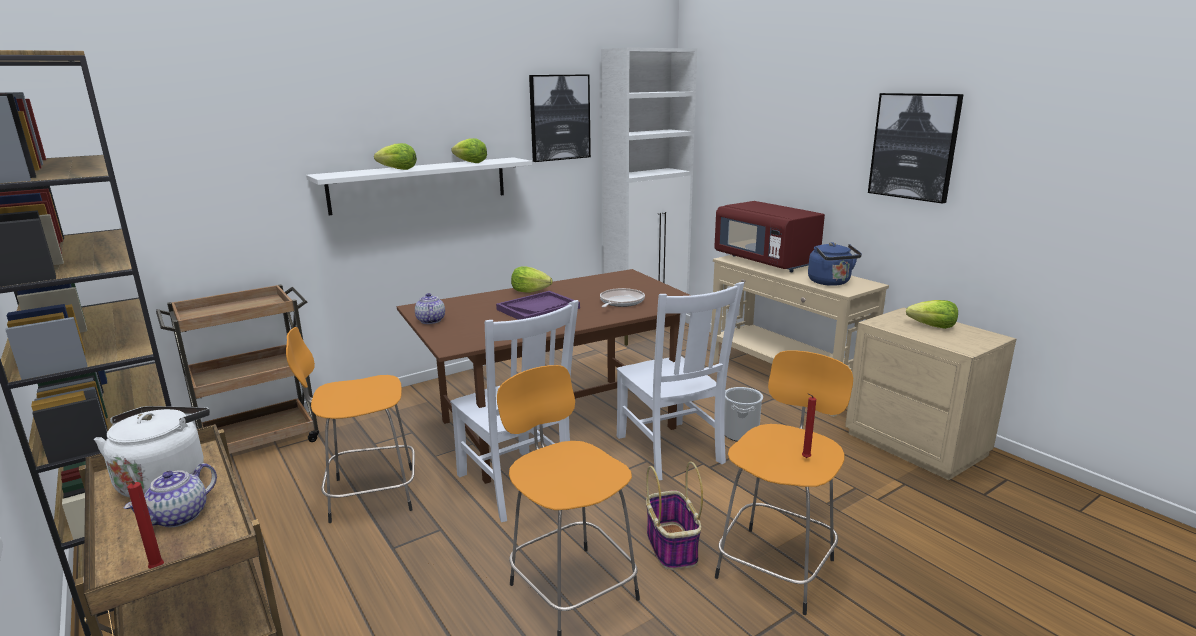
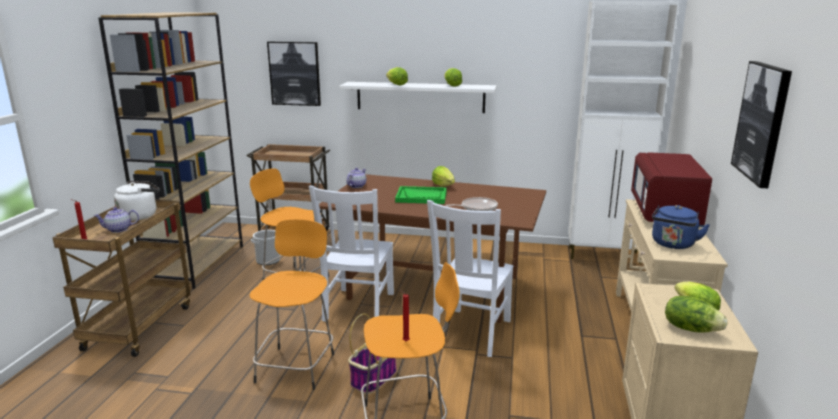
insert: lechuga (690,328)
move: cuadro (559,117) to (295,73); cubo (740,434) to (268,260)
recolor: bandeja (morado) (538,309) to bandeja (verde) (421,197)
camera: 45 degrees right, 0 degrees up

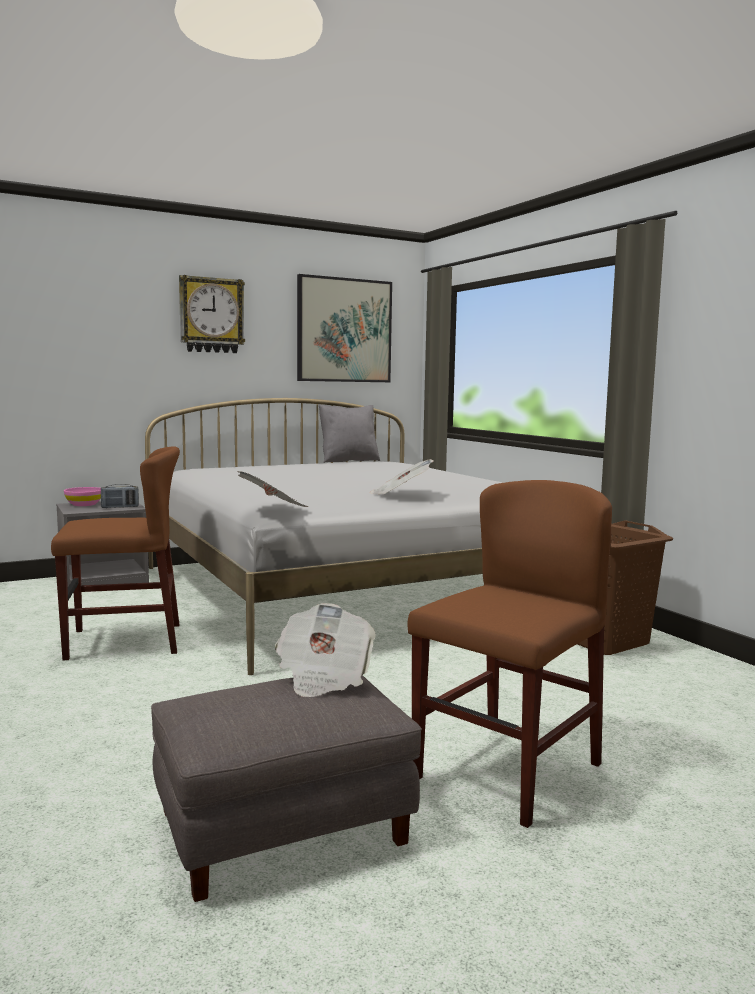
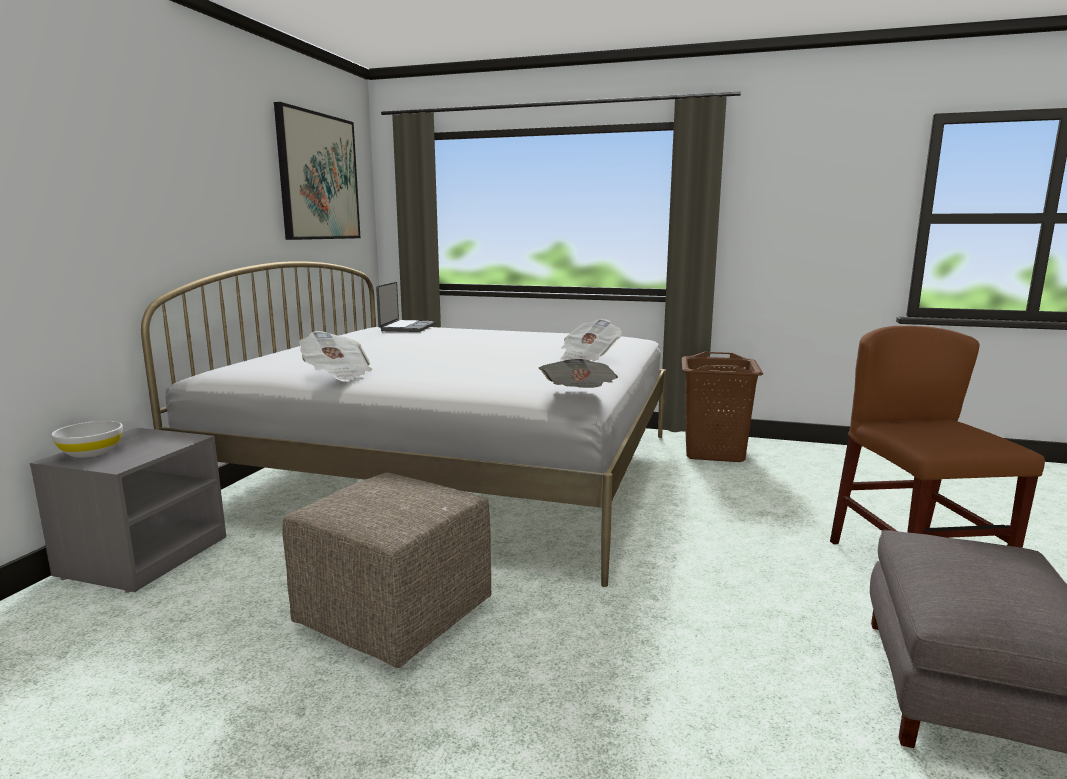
delete: radio (120,507); reloj de pared (211,315); cojín (gris) (348,461)
insert: portátil (406,327)
move: periódico (324,676) to (337,374)
replace: silla (marrón) (124,641) to puf (beis) (397,616)
recolor: cuenco (rosa) (84,504) to cuenco (blanco) (92,452)
camera: 45 degrees left, 5 degrees up

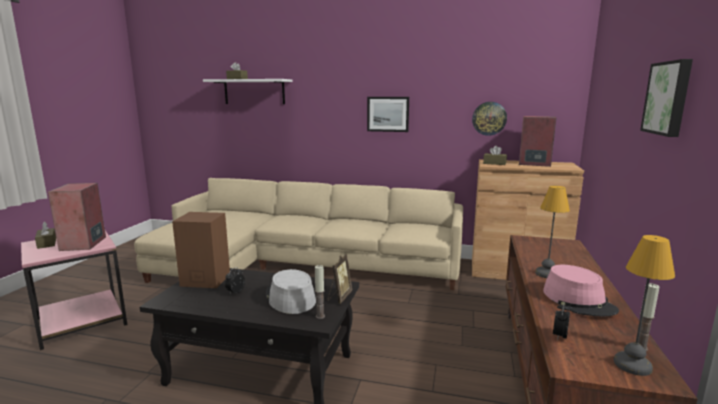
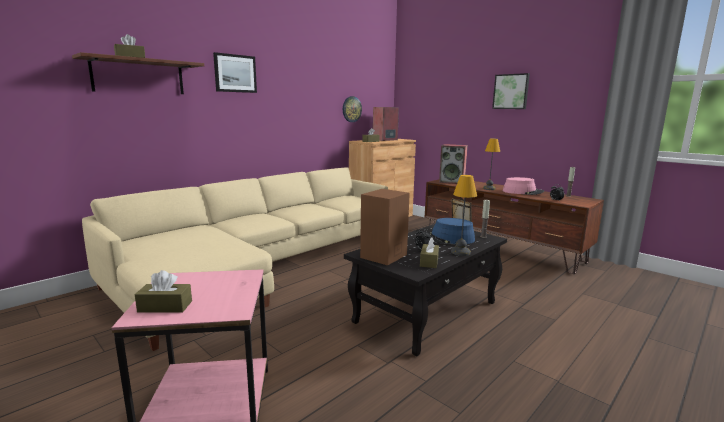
insert: caja de pañuelos (marrón) (429,261)
move: altavoz (83,244) to (452,182); cuadro (388,114) to (235,73); lámpara de mesa (633,365) to (460,252)
recolor: estante (blanco) (254,91) to estante (marrón) (139,76); sombrero (gris) (290,297) to sombrero (azul) (447,239)
camera: 60 degrees left, 0 degrees up

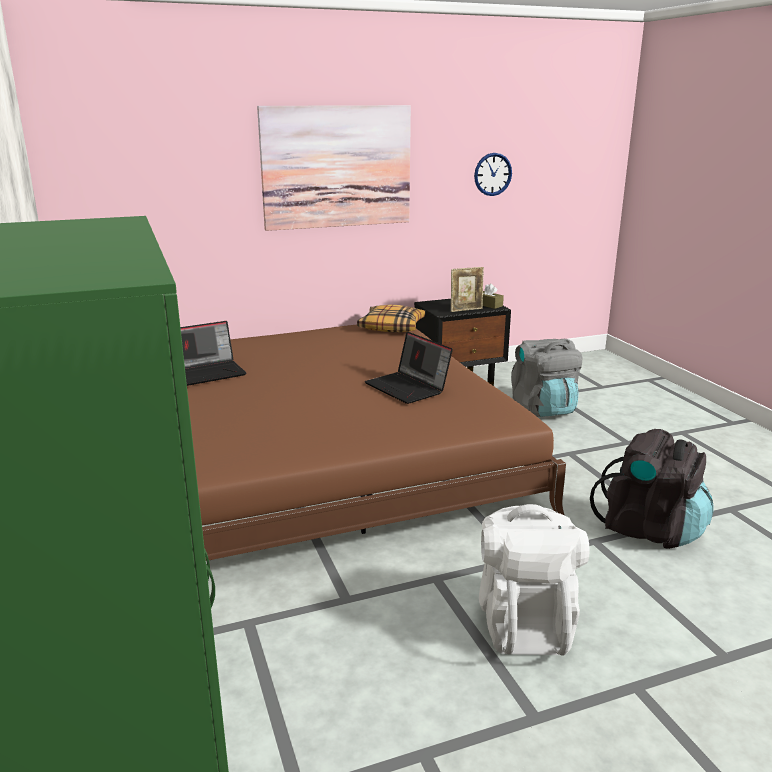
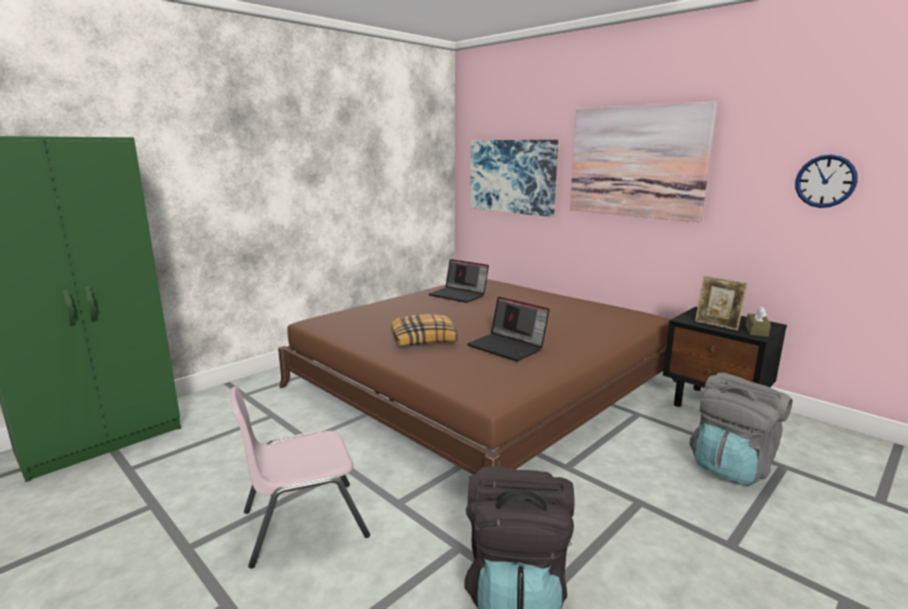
insert: cuadro (512,176)
move: cojín (392,327) to (424,339)
replace: mochila (blanco) (524,622) to silla (rosa) (303,523)
rotate: portátil (408,388) = (508,347) 75 degrees counterclockwise
camera: 65 degrees right, 5 degrees down

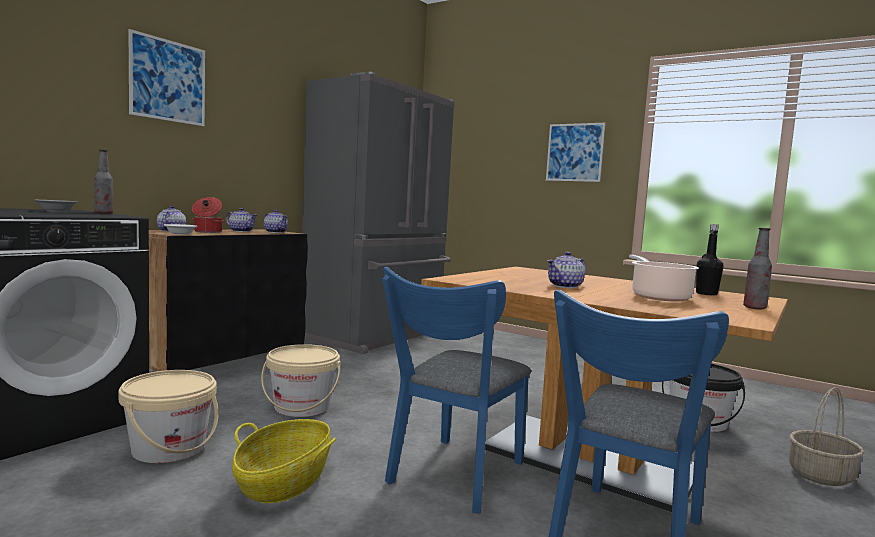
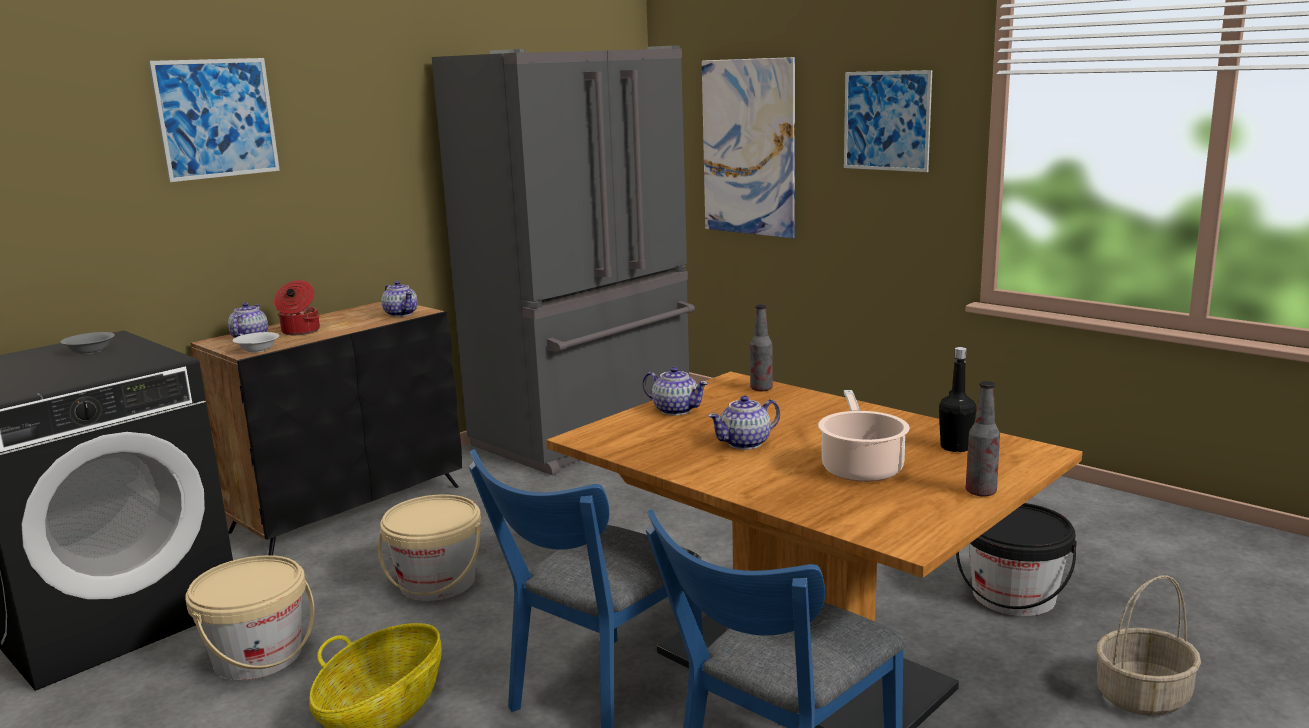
insert: cuadro (748,148)
move: botella (104,213) to (761,389); tetera (241,231) to (675,410)
camera: 10 degrees right, 10 degrees up

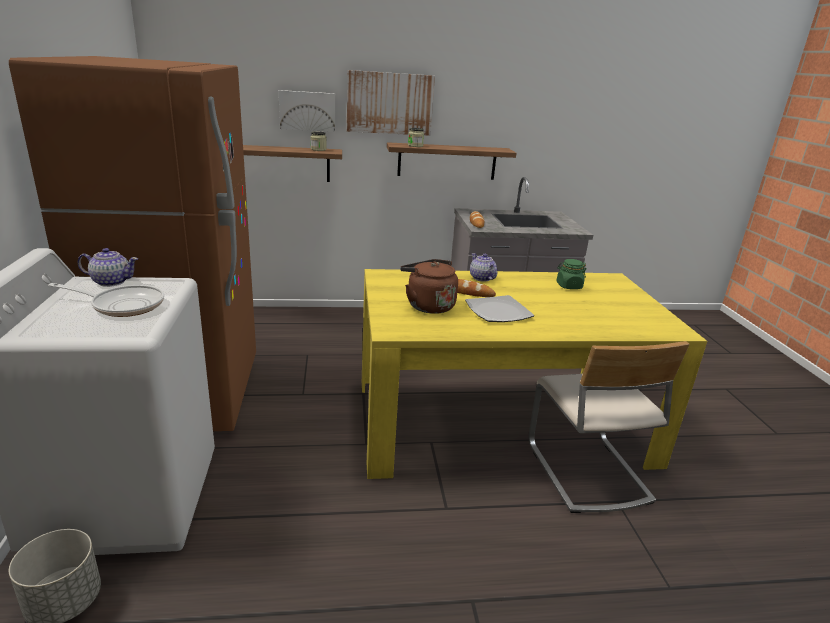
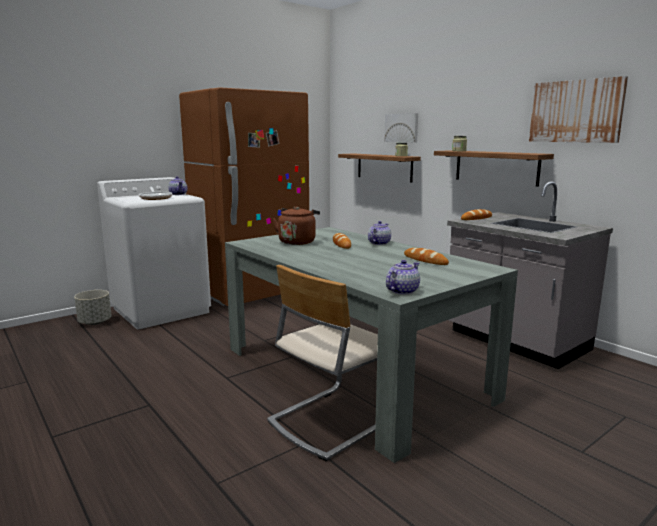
delete: plato (498,311)
insert: tetera (401,291)
move: cuadro (389,103) to (575,111)
replace: tarro (verde) (568,286) to pan (425,260)
recolor: mesa de comedor (amarillo) (499,421) to mesa de comedor (gris) (352,372)
camera: 60 degrees right, 10 degrees down

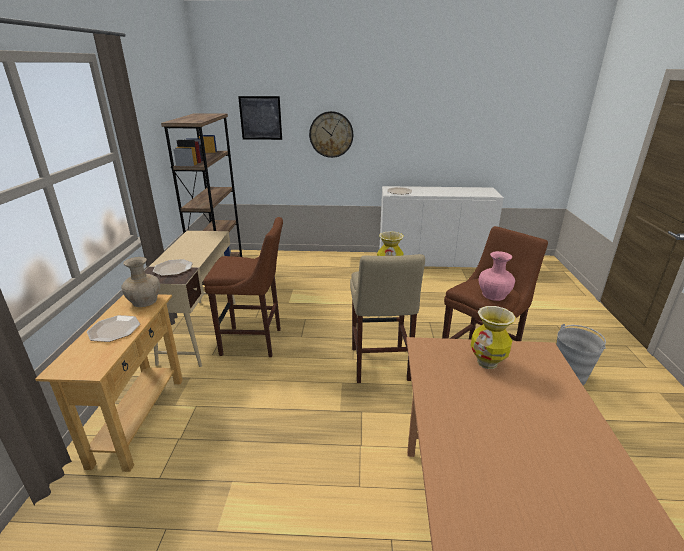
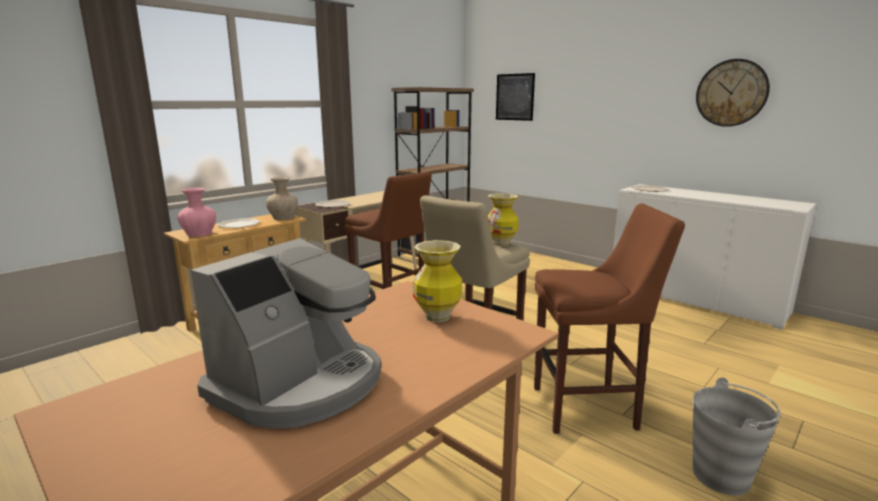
insert: cafetera (300,384)
move: reloj de pared (331,134) to (731,93); florero (rosa) (493,295) to (199,233)
camera: 40 degrees right, 10 degrees down

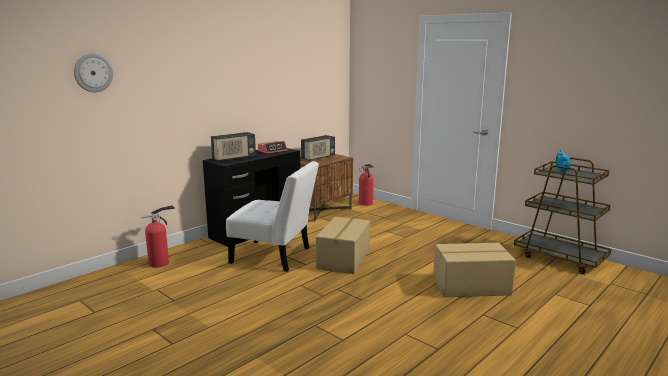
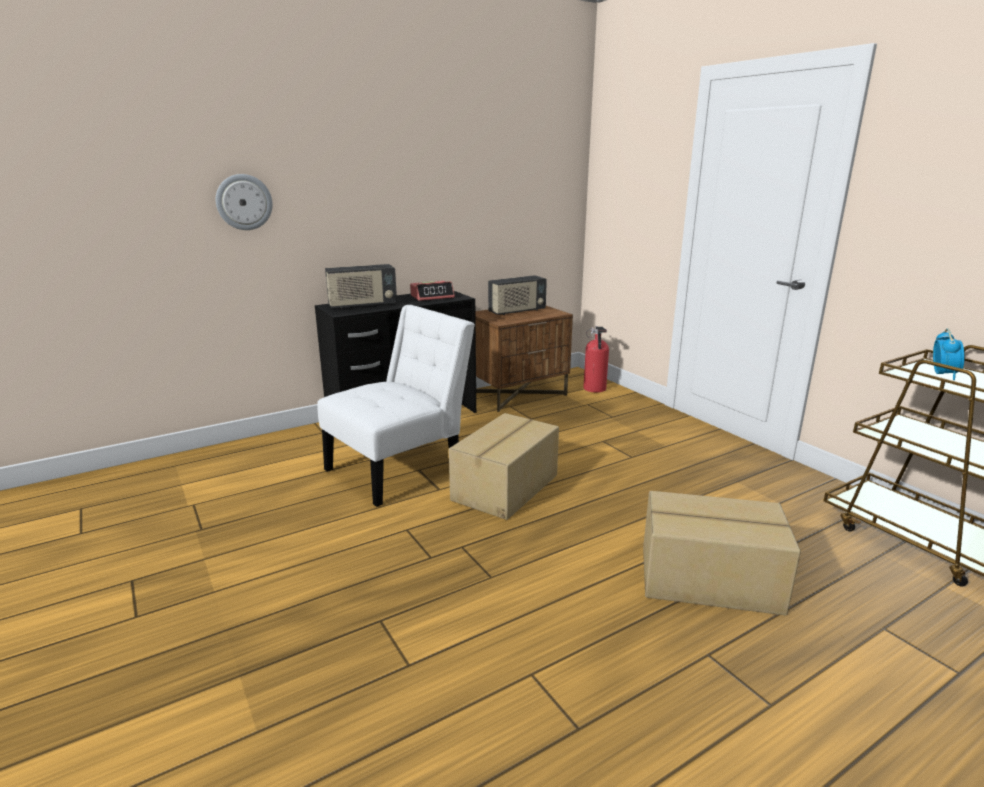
delete: extintor (161,263)
move: reloj de pared (93,73) to (244,202)
rotate: silla (blanco) (275,256) = (400,468) 75 degrees counterclockwise
camera: 15 degrees right, 5 degrees up

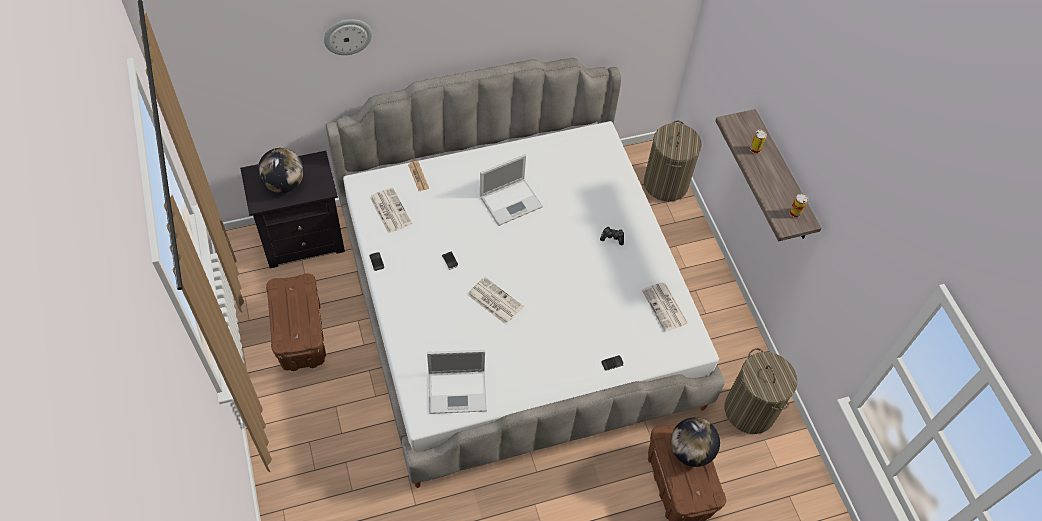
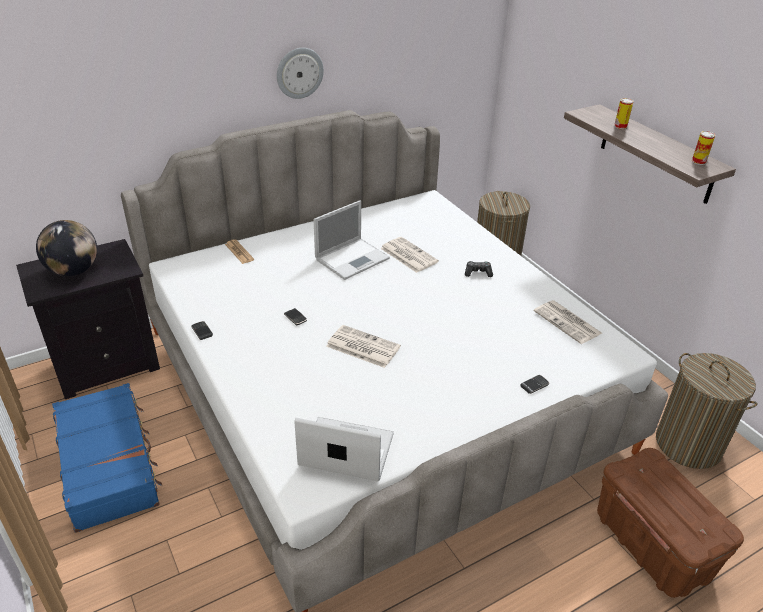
delete: globo terráqueo (690,451)
move: reloj de pared (347,36) to (299,73); periódico (390,210) to (407,255)
replace: caja de almacenaje (marrón) (300,335) to maleta (azul) (109,464)
rotate: portátil (458,391) = (344,450) 150 degrees counterclockwise
camera: 10 degrees left, 20 degrees down

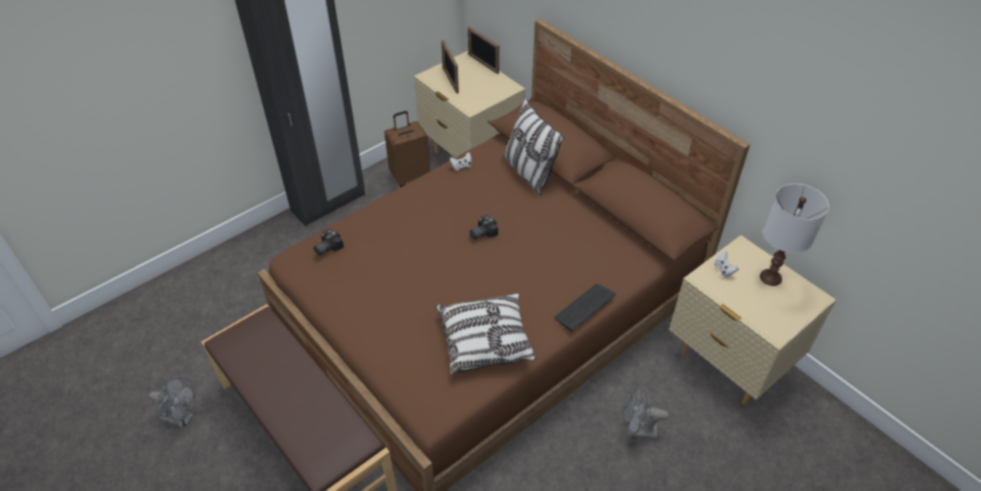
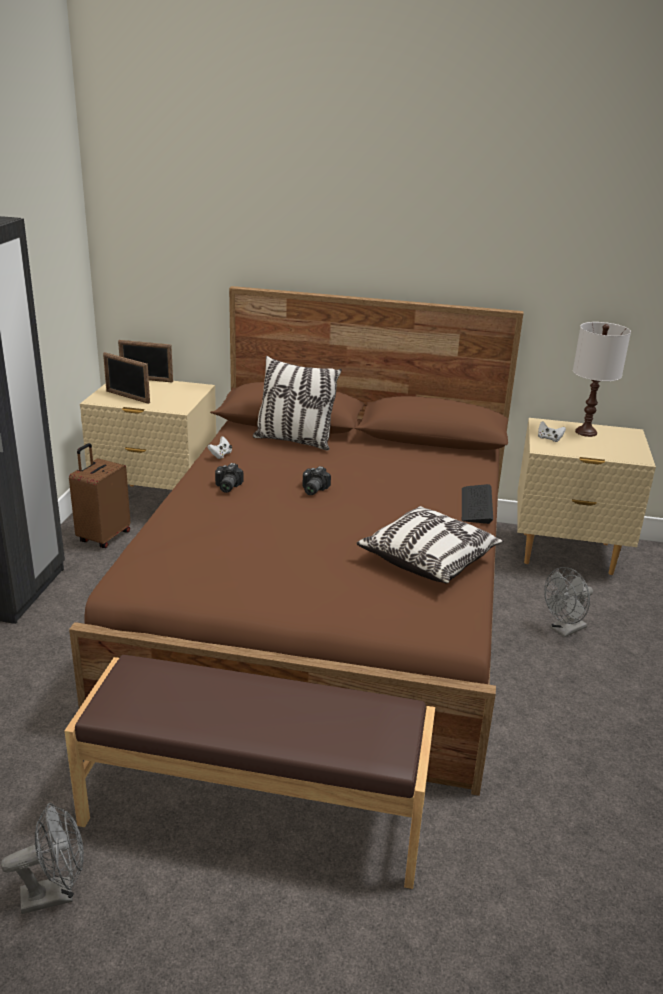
move: cámara (327,247) to (226,487)
camera: 40 degrees left, 20 degrees down

